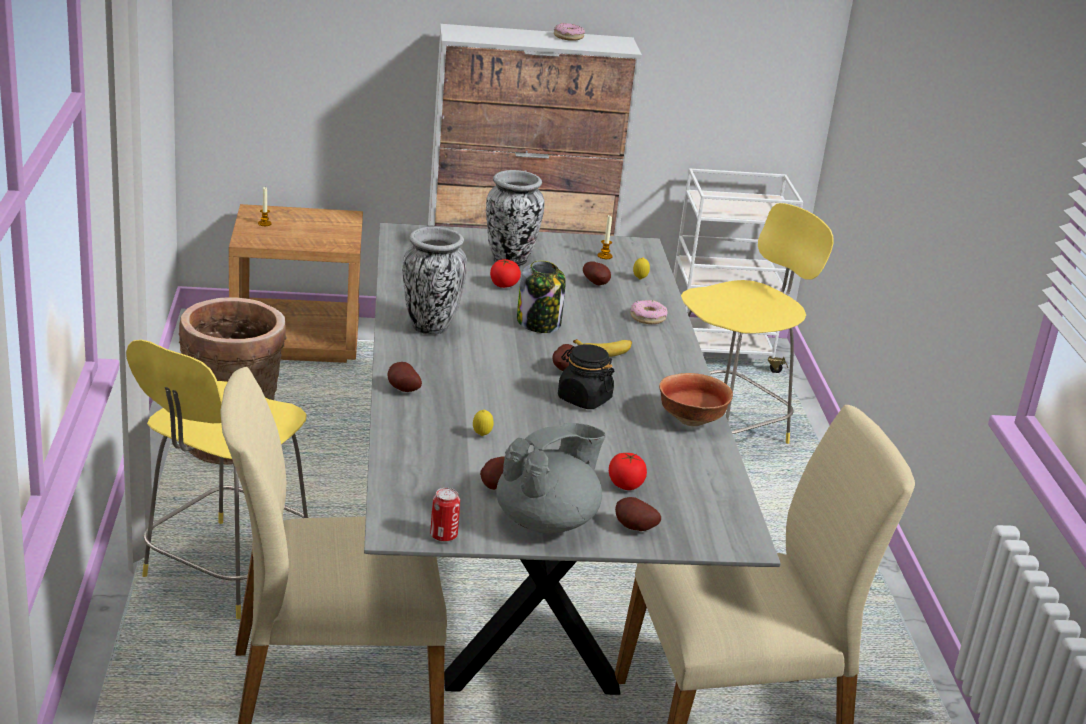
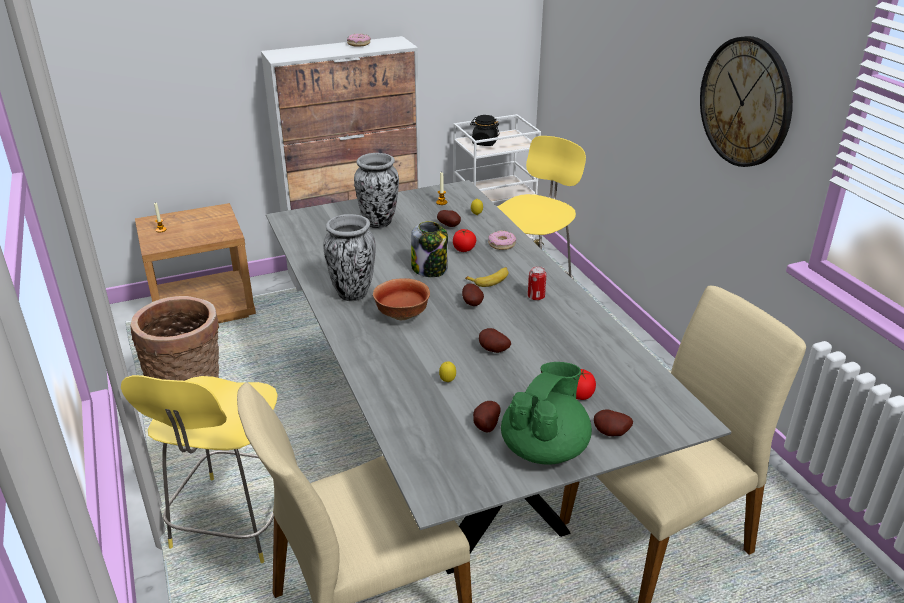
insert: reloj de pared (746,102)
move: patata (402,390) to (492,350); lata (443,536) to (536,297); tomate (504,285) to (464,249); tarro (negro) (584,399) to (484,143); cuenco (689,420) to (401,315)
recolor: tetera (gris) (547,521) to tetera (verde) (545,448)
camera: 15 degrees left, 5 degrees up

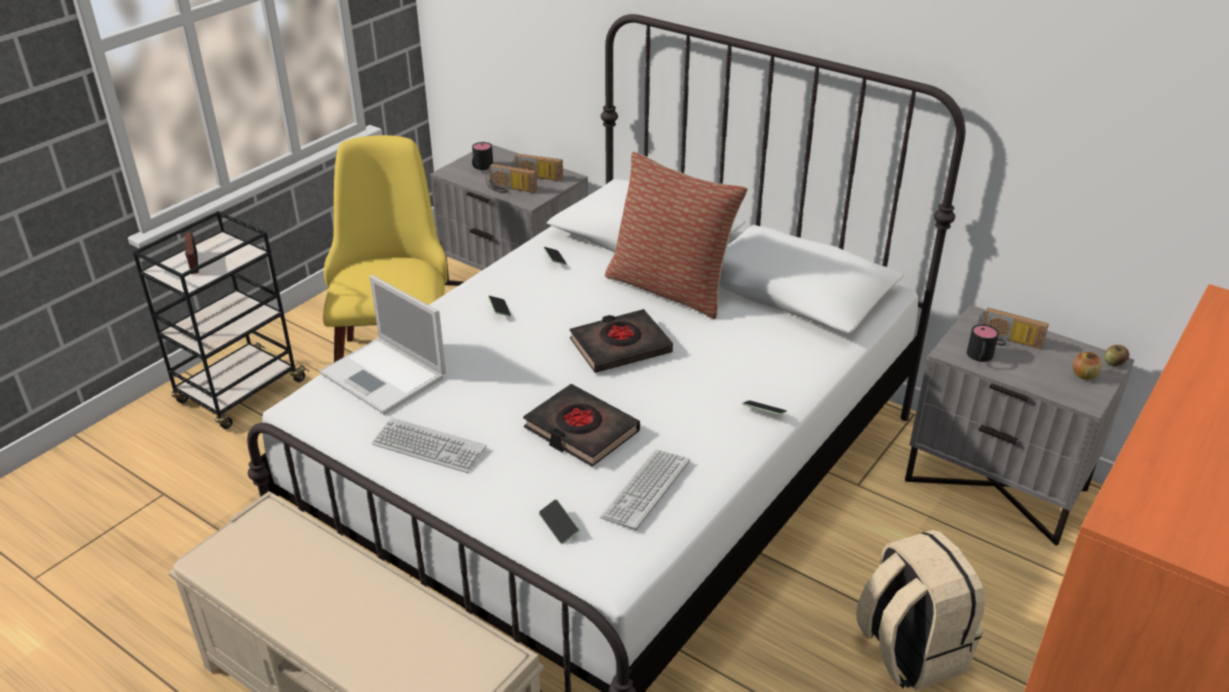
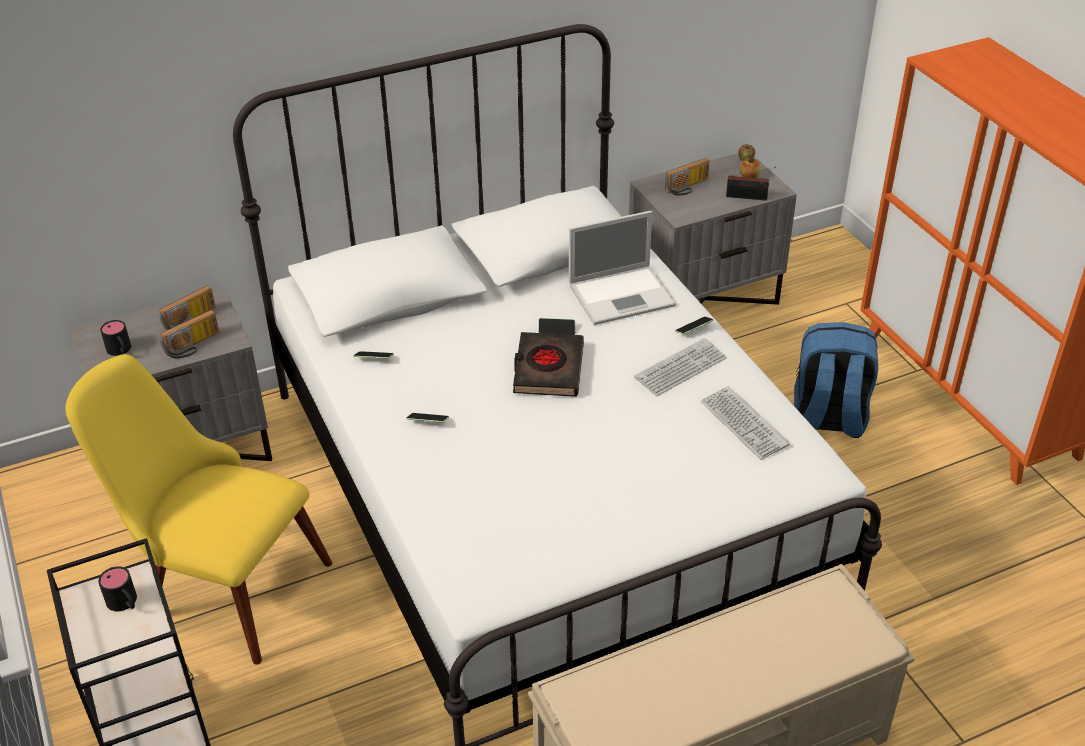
delete: libro (negro) (581,430); cojín (671,288)
move: radio (193,264) to (749,197); portátil (385,376) to (623,295); teclado (429,447) to (680,368); móvil (559,526) to (556,331); taza grande (negro) (979,357) to (125,603)
recolor: mochila (beis) (909,651) to mochila (azul) (828,419)
camera: 60 degrees left, 5 degrees up

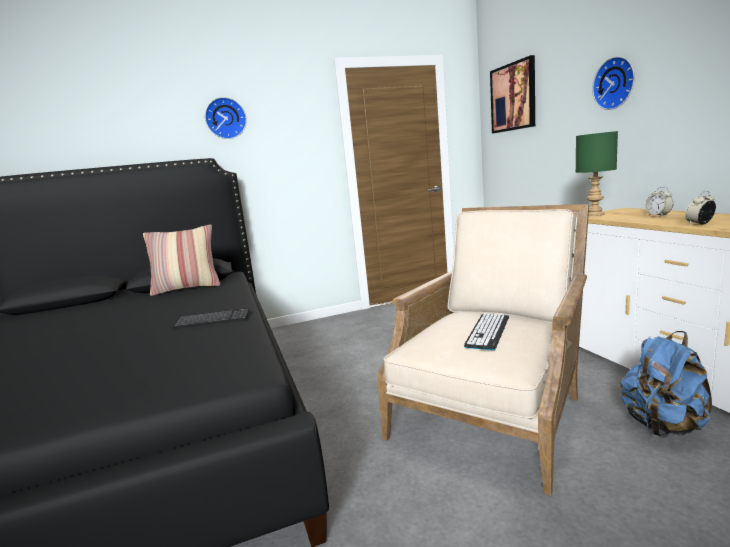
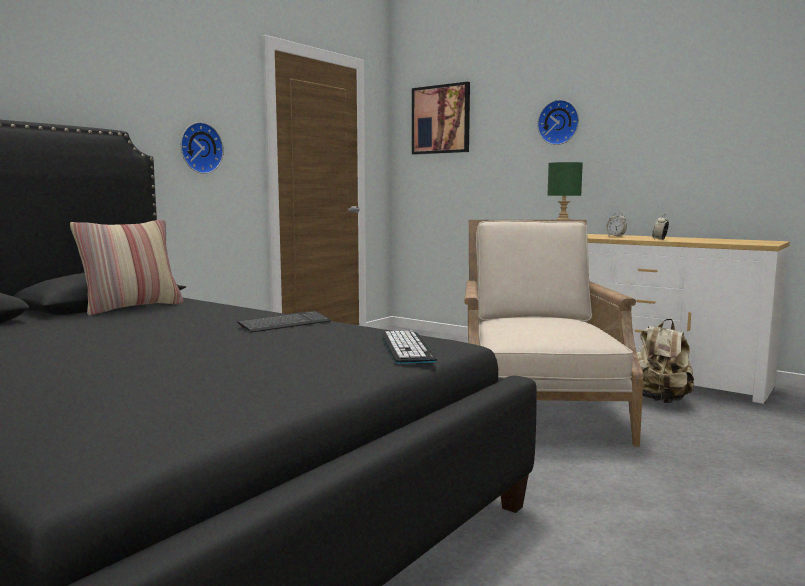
move: reloj de pared (225,118) to (199,148); teclado (488,331) to (407,348)
recolor: mochila (azul) (663,426) to mochila (beis) (659,400)
camera: 35 degrees left, 5 degrees down

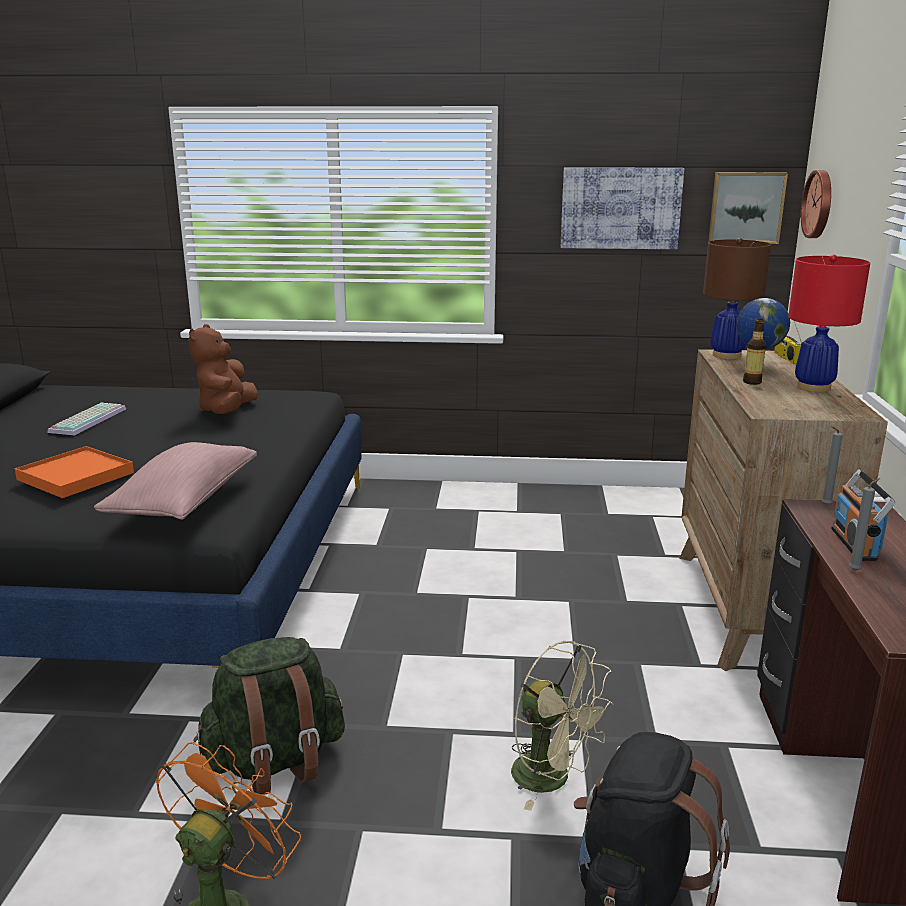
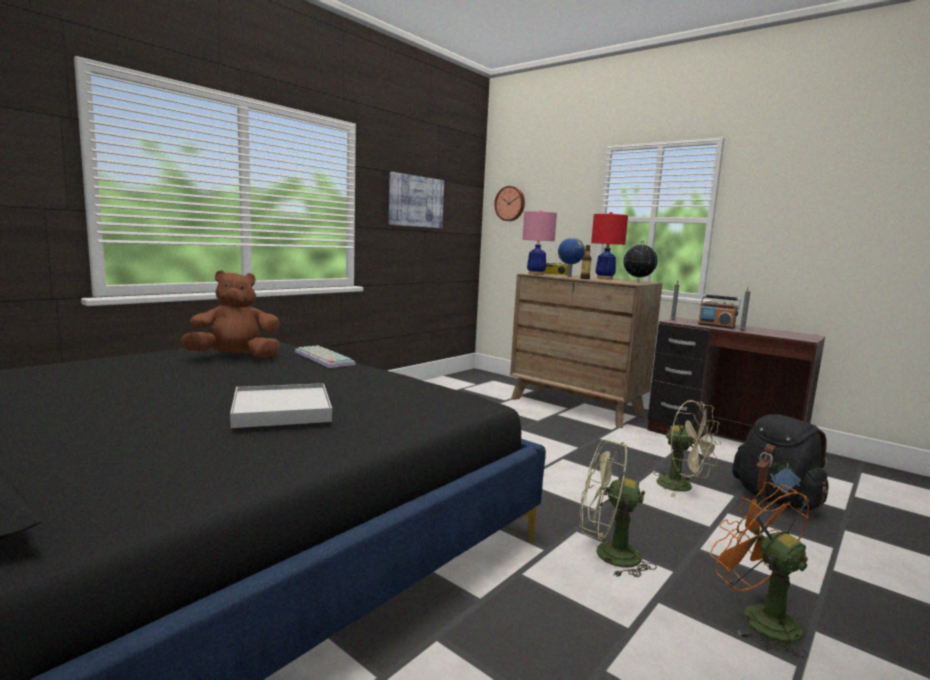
delete: cojín (rosa) (184,502); cuadro (746,207)
insert: globo terráqueo (638,282)
move: teclado (87,420) to (322,358)
replace: mochila (verde) (275,762) to ventilador (verde) (607,555)
recolor: bandeja (naranja) (76,476) to bandeja (blanco) (282,410); lámpara de mesa (marrón) (726,355) to lámpara de mesa (rosa) (535,274)
rotate: peluche (marrón) (227,411) = (235,357) 120 degrees clockwise; ventilador (beis) (552,779) = (682,487) 60 degrees clockwise
camera: 55 degrees left, 10 degrees down

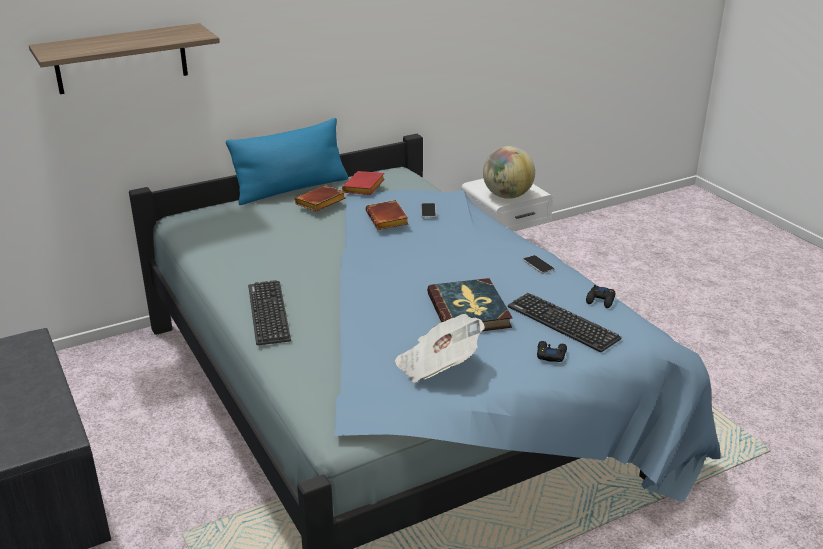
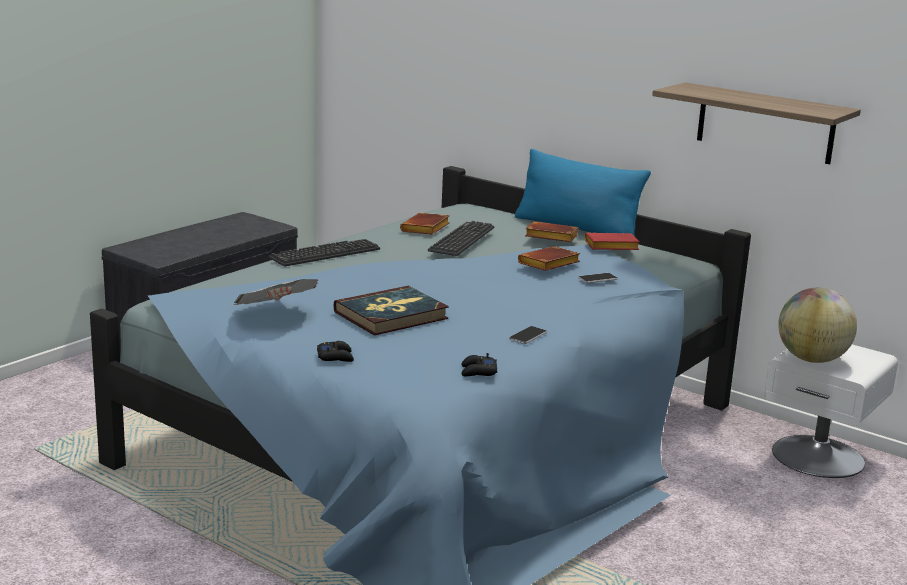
insert: libro (marrón) (426,229)
move: estante (121,59) to (765,123); teclado (562,323) to (462,239)
camera: 65 degrees right, 10 degrees down

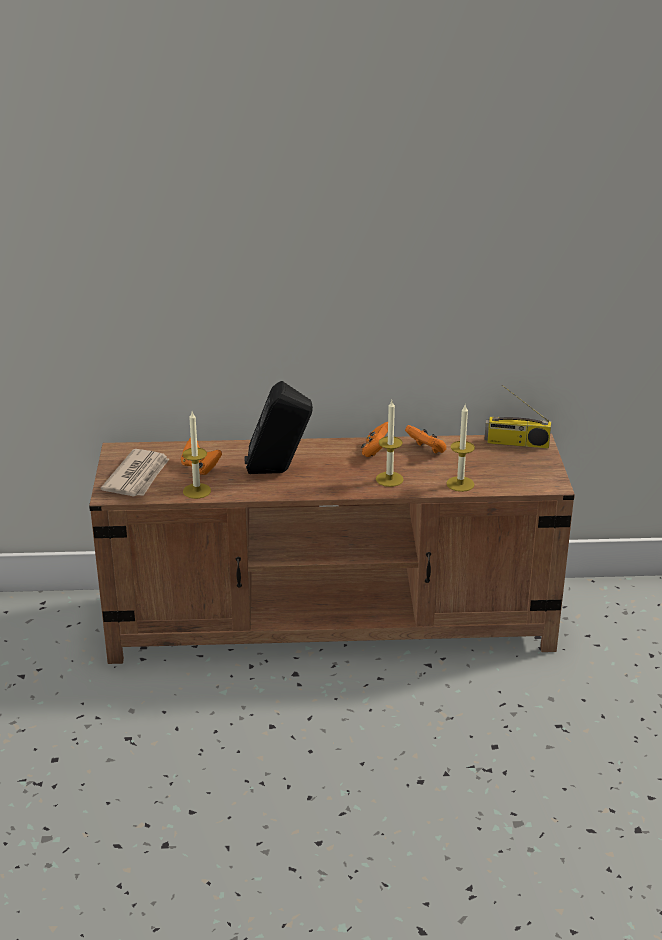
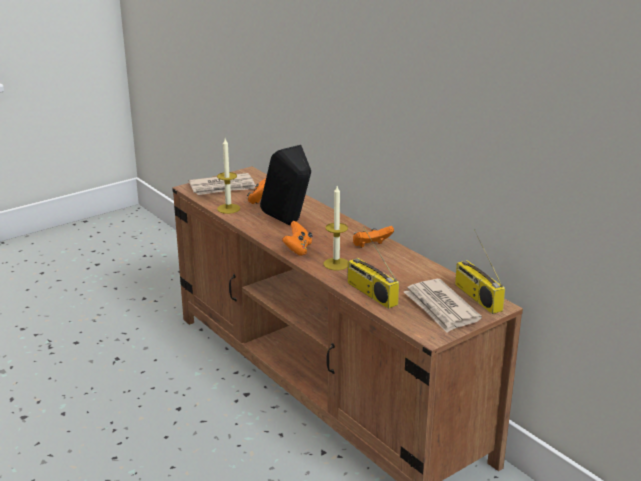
insert: periódico (441,308)
move: mando de consola (naranja) (427,450) to (298,249)
replace: vela (460,484) to radio (370,293)
camera: 55 degrees right, 5 degrees down

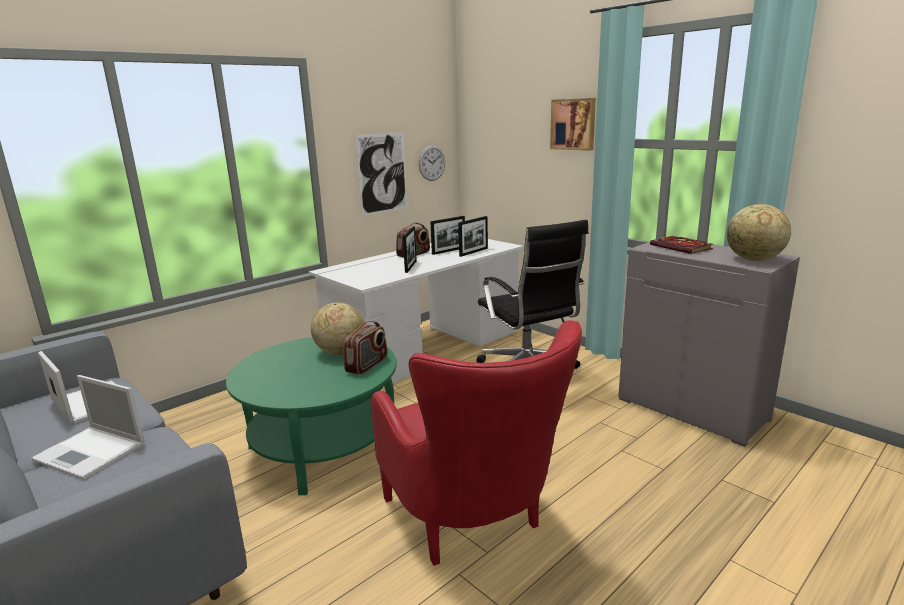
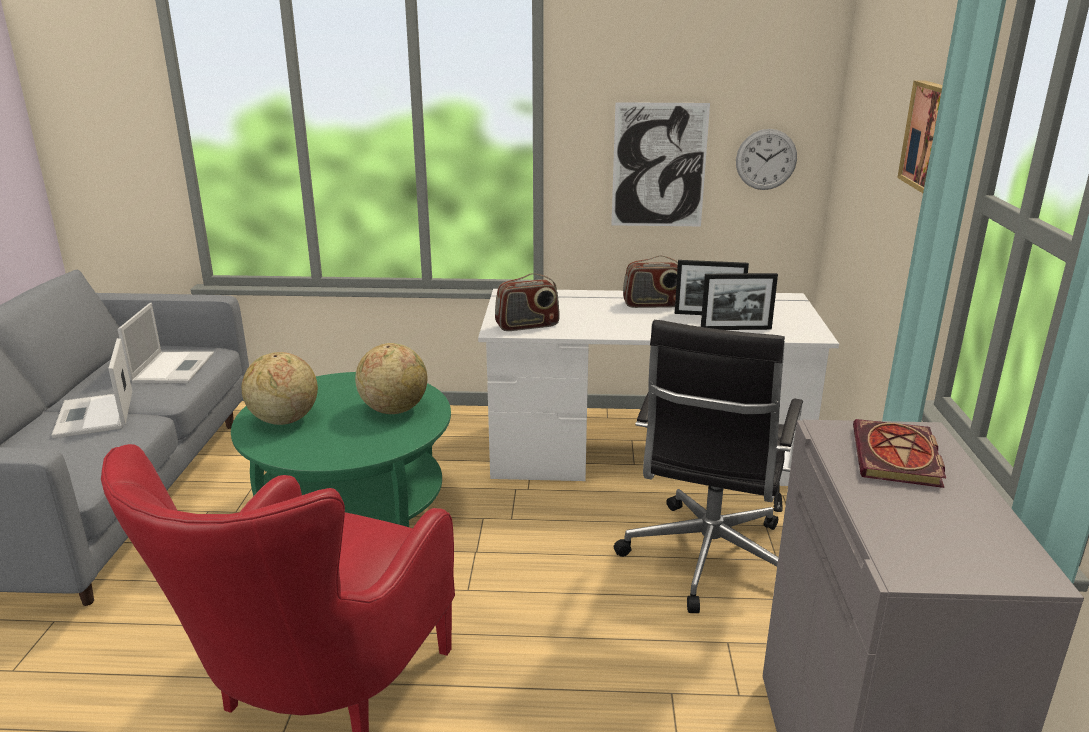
delete: portarretratos (411,266)
move: radio (367,365) to (527,325); globo terráqueo (753,260) to (284,420)
camera: 45 degrees right, 5 degrees up

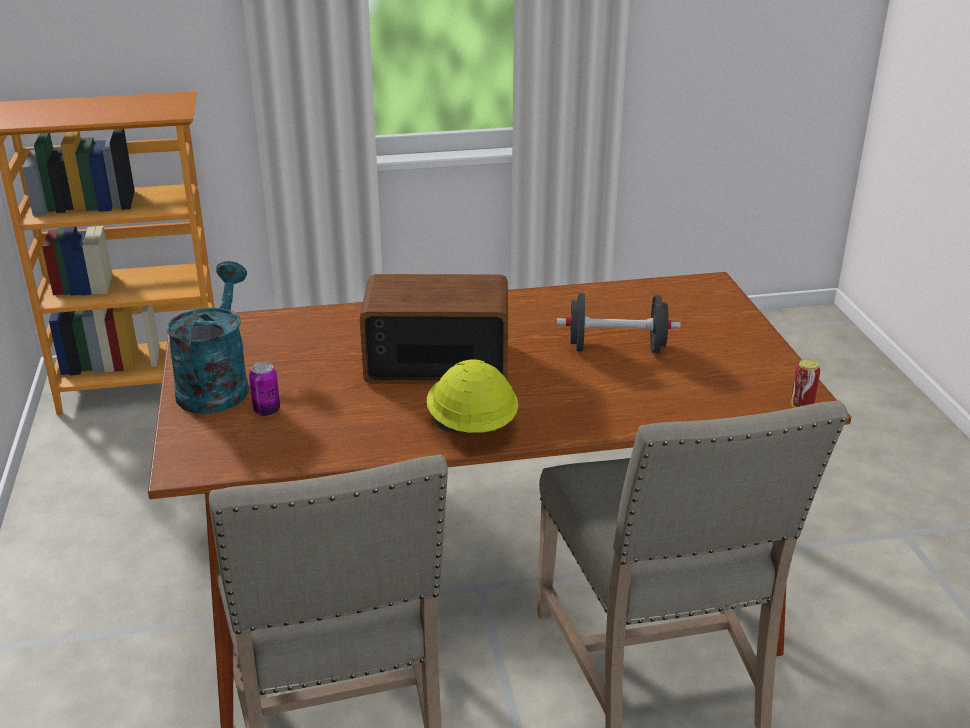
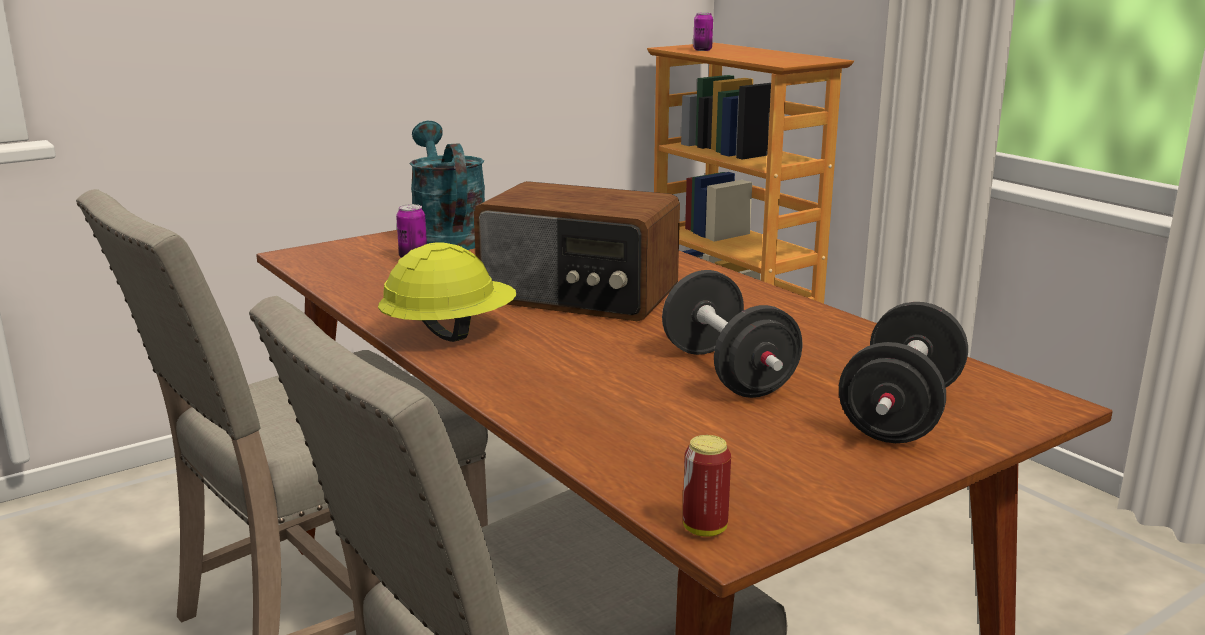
insert: lata (702,50); mancuerna (negro) (900,414)
rotate: regadera (turquesa) (216,384) = (446,236) 90 degrees counterclockwise; radio (436,361) = (578,296) 135 degrees clockwise
camera: 65 degrees right, 10 degrees down

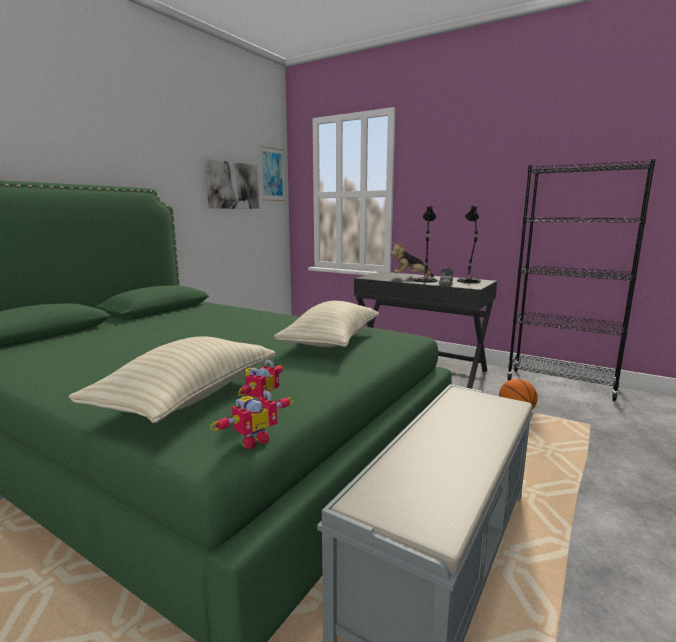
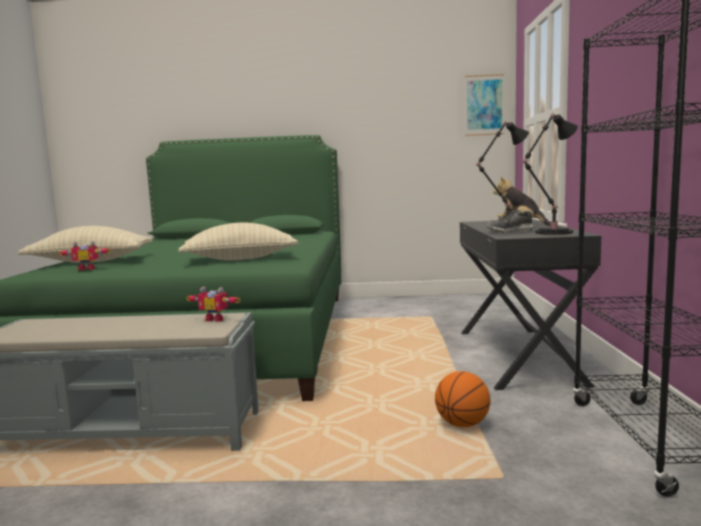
delete: cuadro (232,185)
move: robot de juguete (253,440) to (216,319)
camera: 60 degrees right, 5 degrees down

